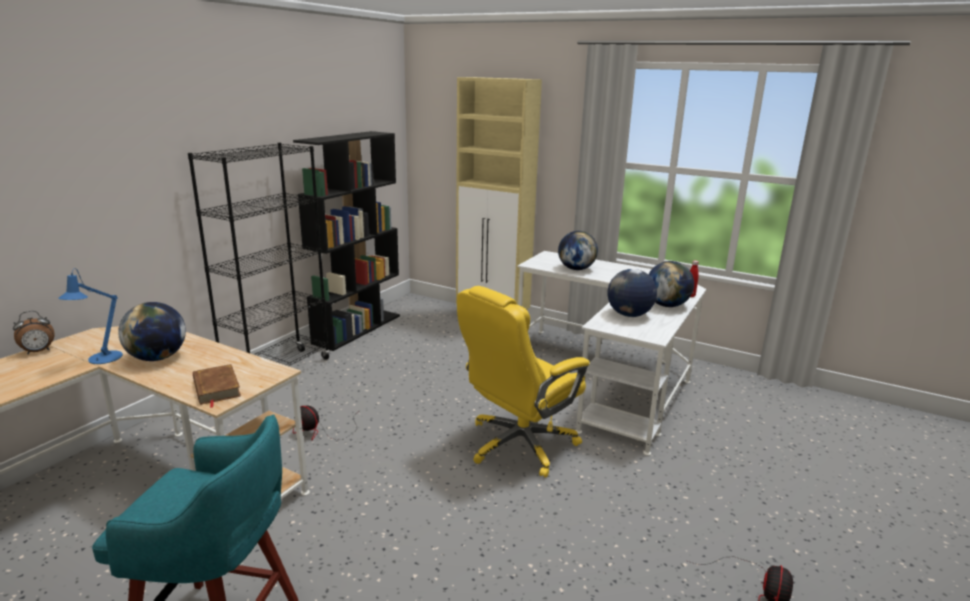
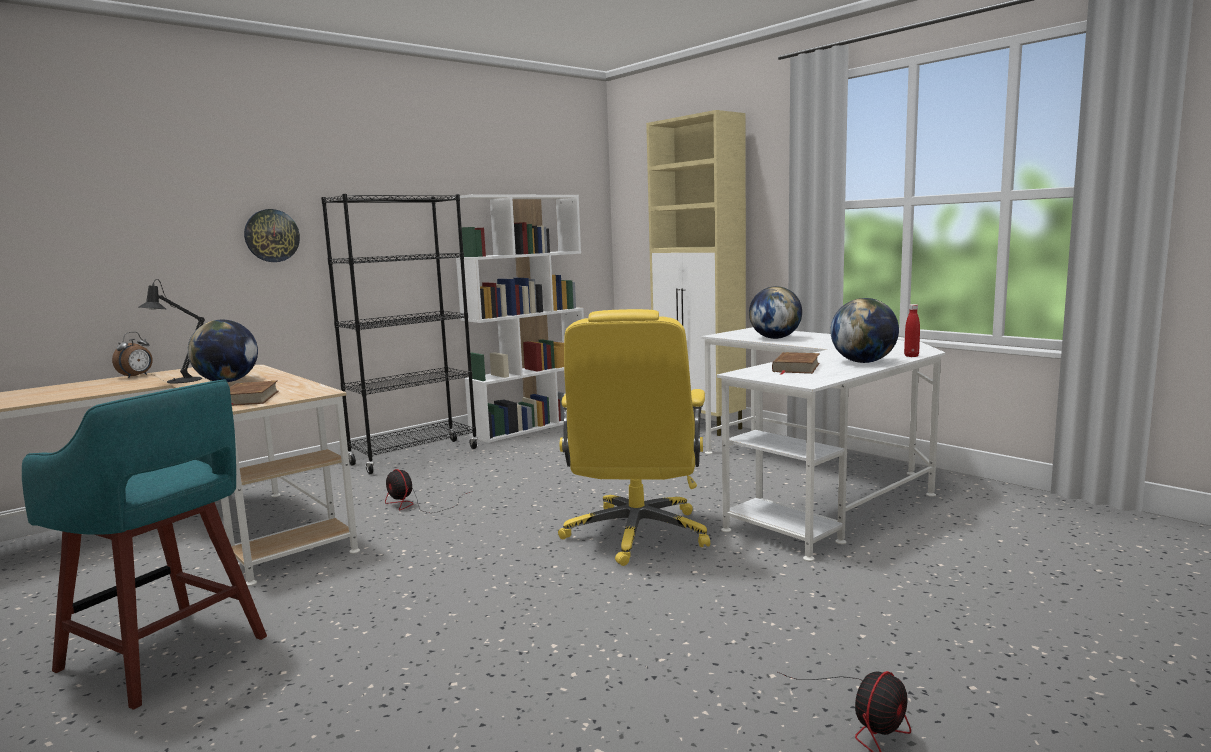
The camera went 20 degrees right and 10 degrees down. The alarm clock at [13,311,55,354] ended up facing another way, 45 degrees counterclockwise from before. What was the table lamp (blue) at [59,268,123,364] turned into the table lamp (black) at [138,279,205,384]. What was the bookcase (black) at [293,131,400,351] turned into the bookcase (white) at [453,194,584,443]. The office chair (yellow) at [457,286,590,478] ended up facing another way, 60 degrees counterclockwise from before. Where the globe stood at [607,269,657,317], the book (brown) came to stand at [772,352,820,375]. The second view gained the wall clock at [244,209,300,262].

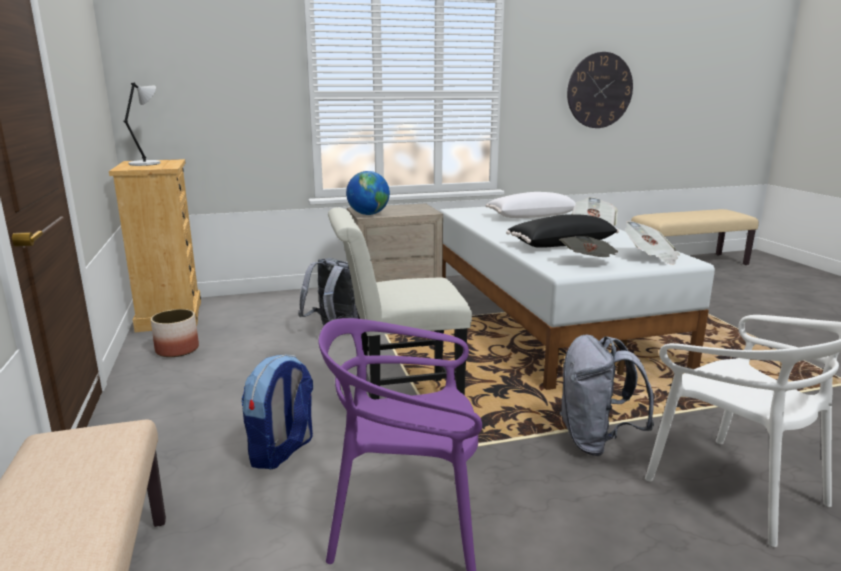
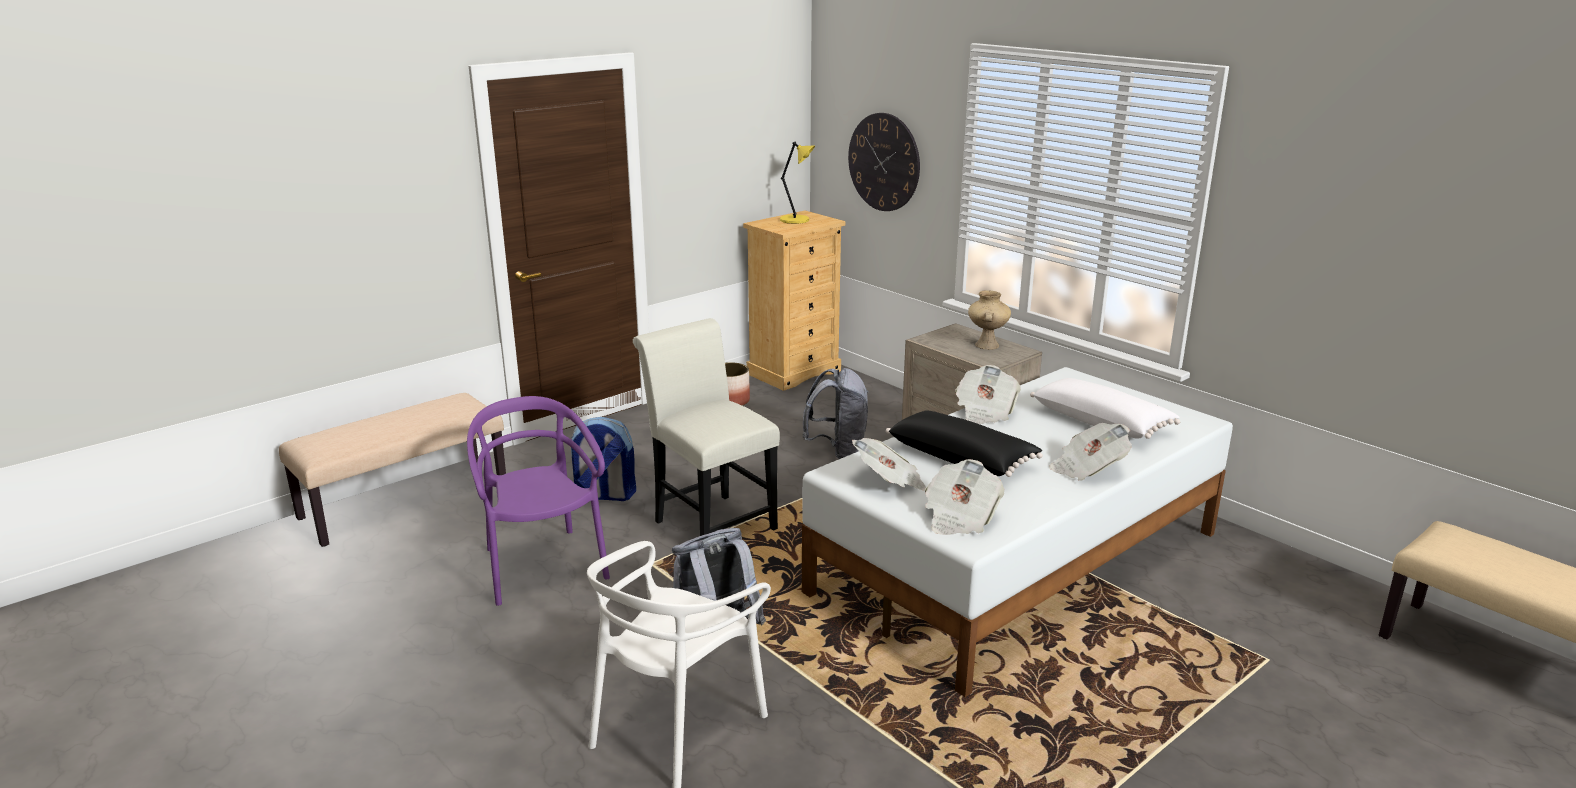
The camera went 65 degrees right and 5 degrees up. What was the table lamp (grey) at [123,83,160,166] turned into the table lamp (yellow) at [780,141,815,224]. The second view lost the globe at [346,171,390,215]. The wall clock ended up elsewhere, having gone from [567,52,633,128] to [848,113,920,211]. The second view gained the newspaper at [955,365,1021,424]. The second view gained the vase (beige) at [968,290,1011,350].

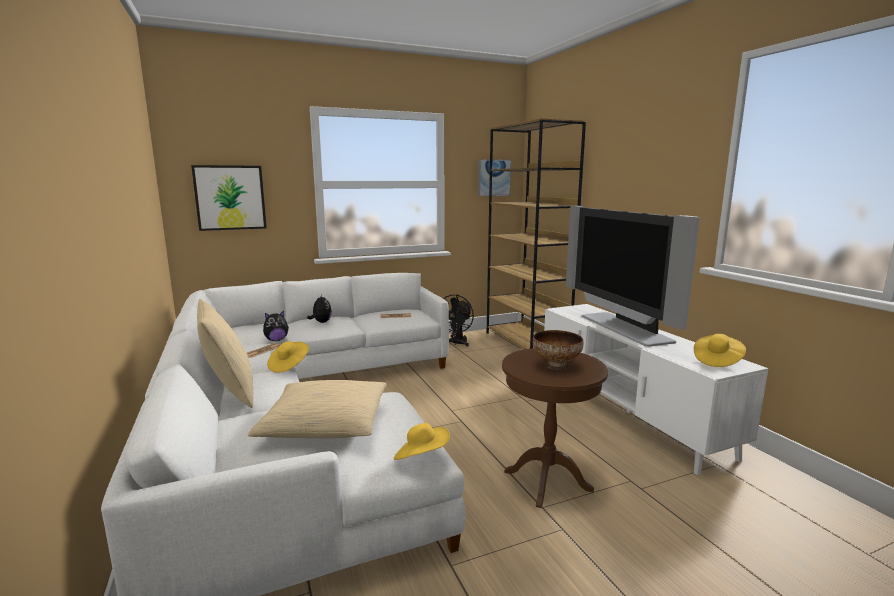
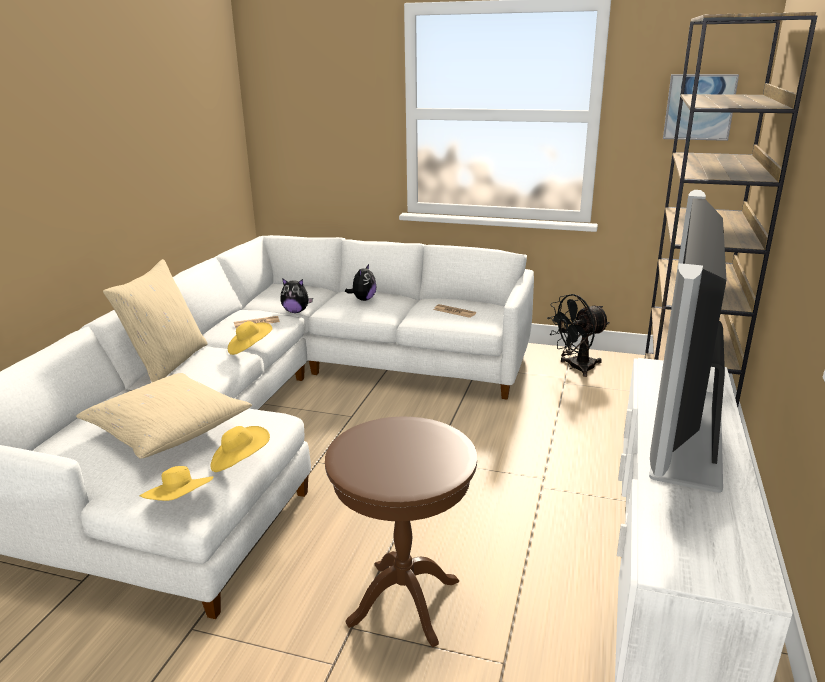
The camera went 40 degrees right and 10 degrees up. The second view lost the picture at [191,165,267,231]. The second view lost the bowl at [533,330,584,370]. The hat (yellow) ended up elsewhere, having gone from [694,334,746,367] to [210,426,270,472].

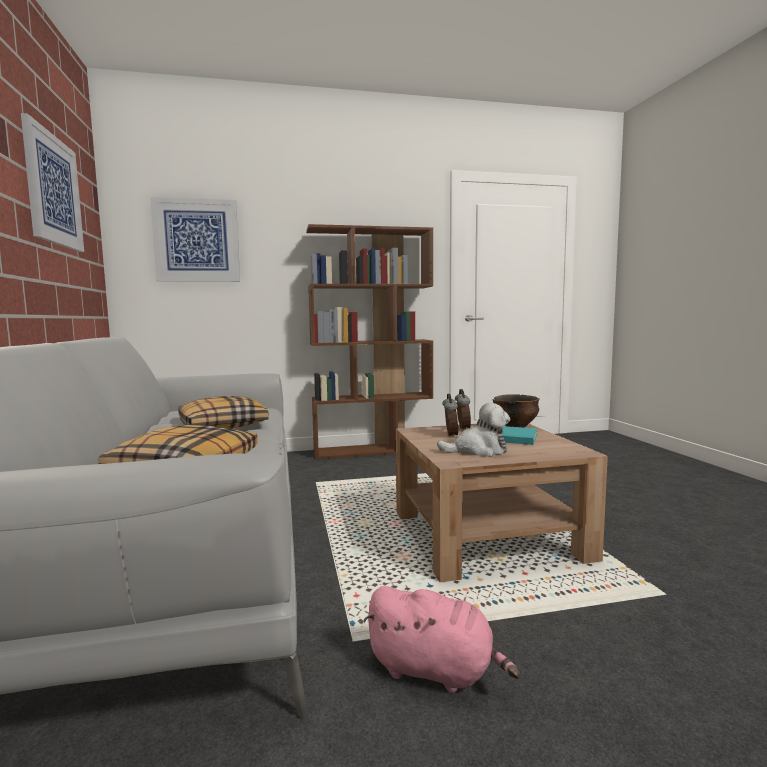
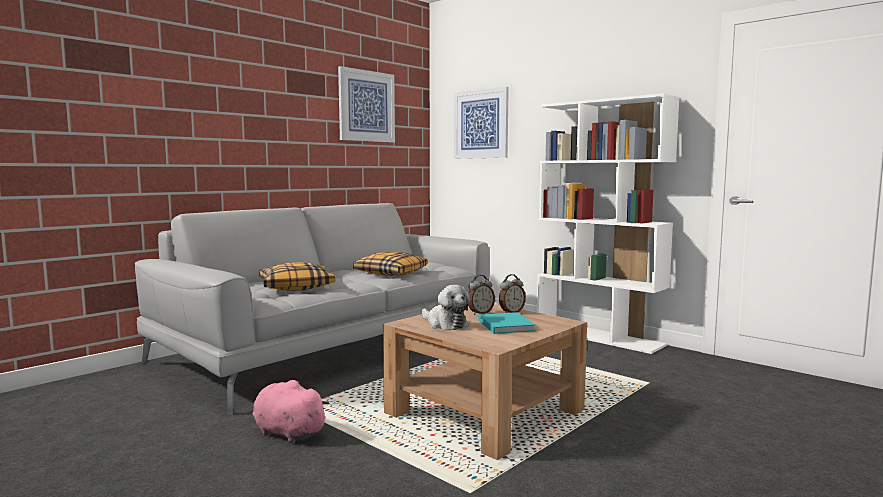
The camera went 55 degrees right and 0 degrees up. What was the bookcase (brown) at [306,224,433,459] turned into the bookcase (white) at [537,93,680,354]. The plush toy (pink) at [363,586,520,692] ended up facing another way, 135 degrees clockwise from before. The second view lost the bowl at [493,394,540,428].

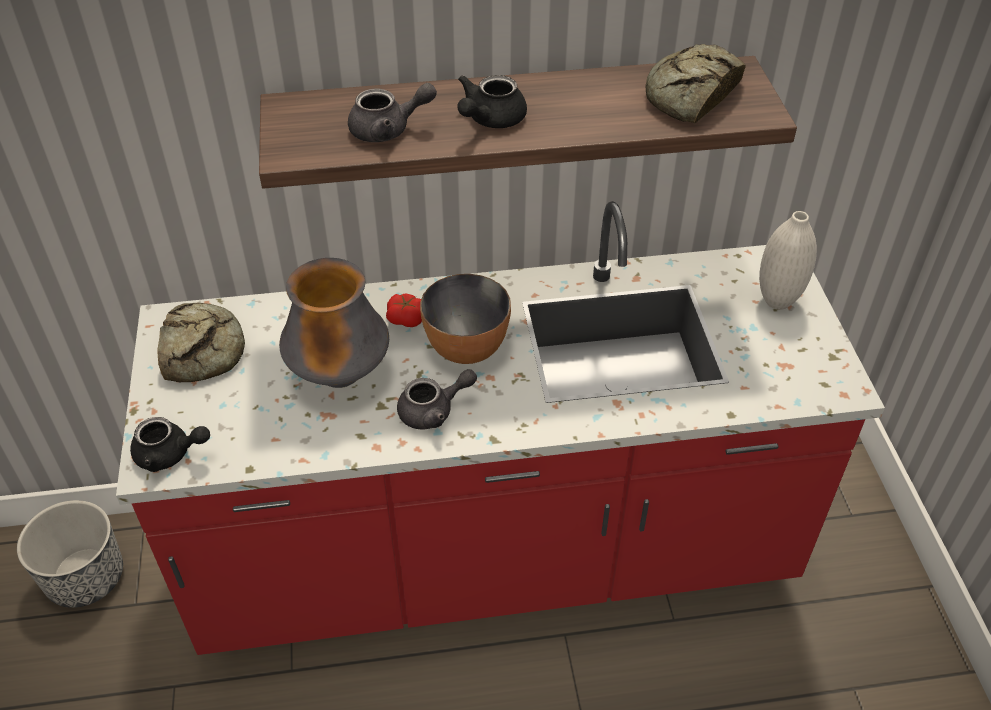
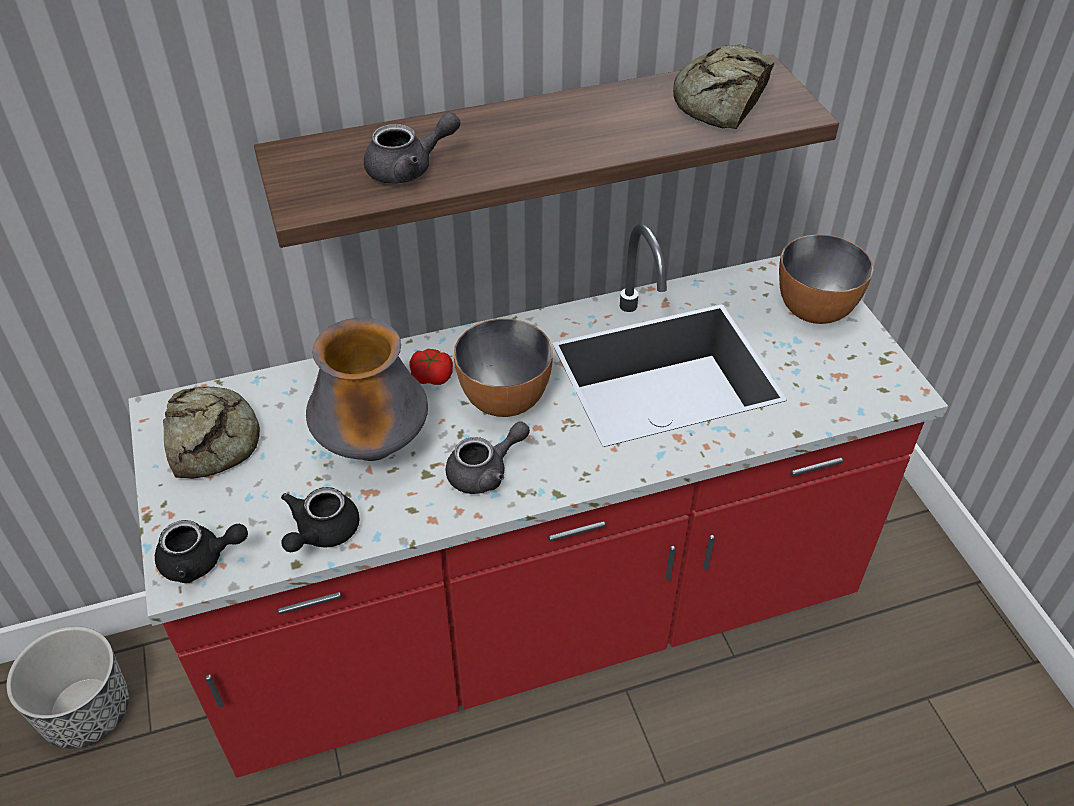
The camera went 10 degrees left and 0 degrees up. The teapot (black) ended up elsewhere, having gone from [457,75,527,128] to [281,487,360,552]. Where the vase (white) stood at [759,211,817,310], the bowl came to stand at [779,234,873,324].

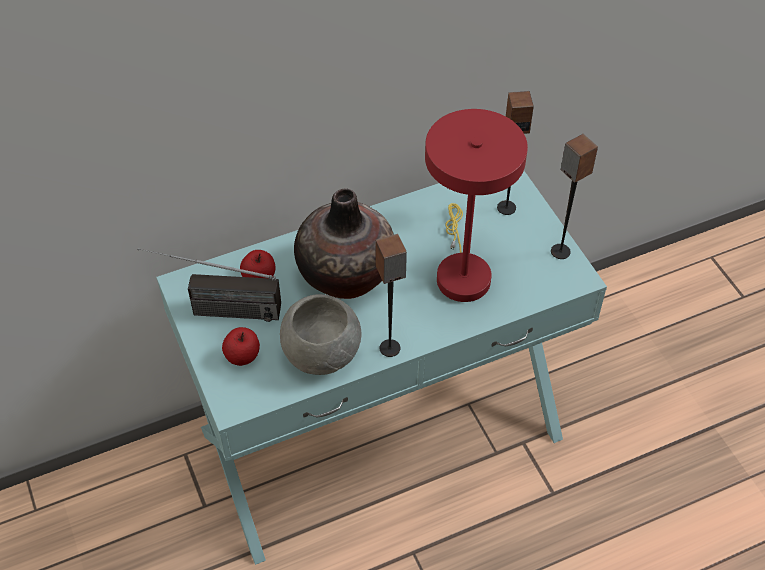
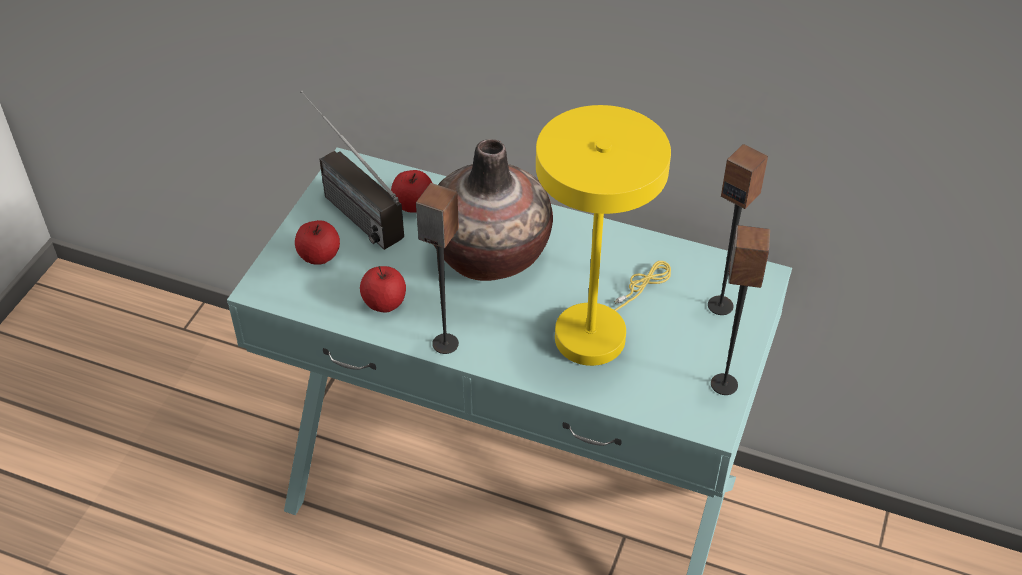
The camera went 45 degrees right and 5 degrees down. Where the bowl (grey) stood at [280,294,361,375], the apple came to stand at [360,266,406,312]. What was the table lamp (red) at [425,109,528,302] turned into the table lamp (yellow) at [536,105,671,366].

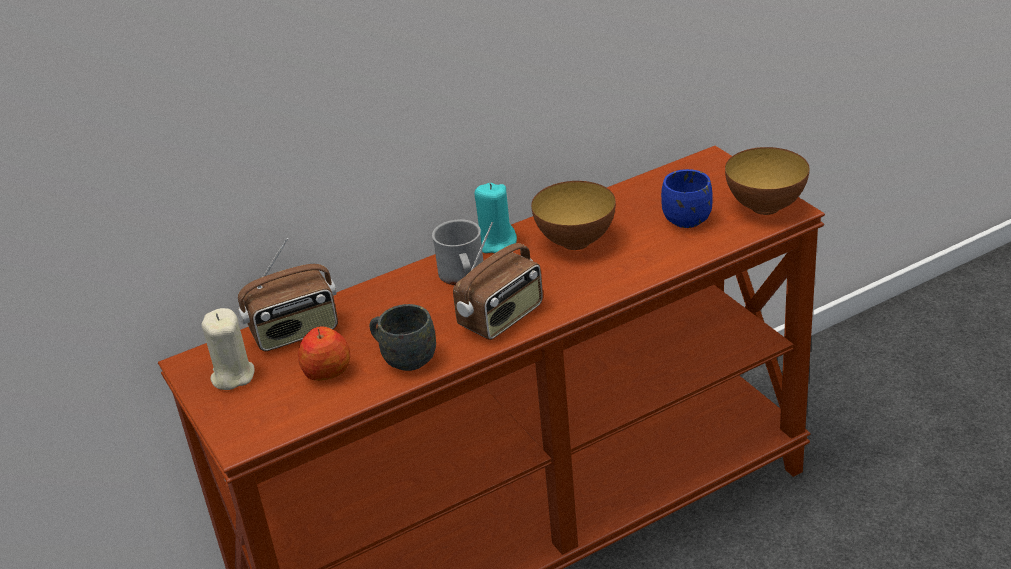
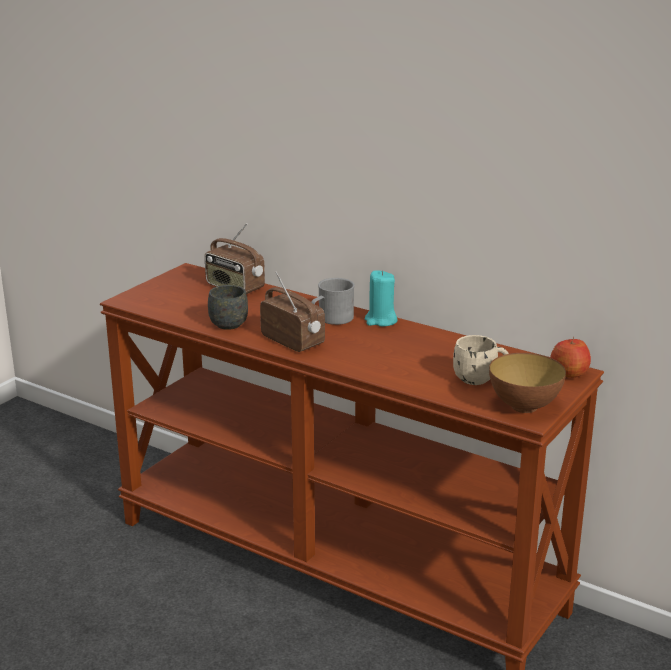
The camera went 60 degrees right and 10 degrees down. The second view lost the candle (beige) at [201,308,255,390]. The apple ended up elsewhere, having gone from [298,327,350,381] to [550,337,591,378]. The radio at [453,222,543,340] ended up facing another way, 150 degrees counterclockwise from before. The second view lost the bowl at [531,181,616,250]. What was the mug (blue) at [661,169,713,228] turned into the mug (beige) at [453,335,509,385].

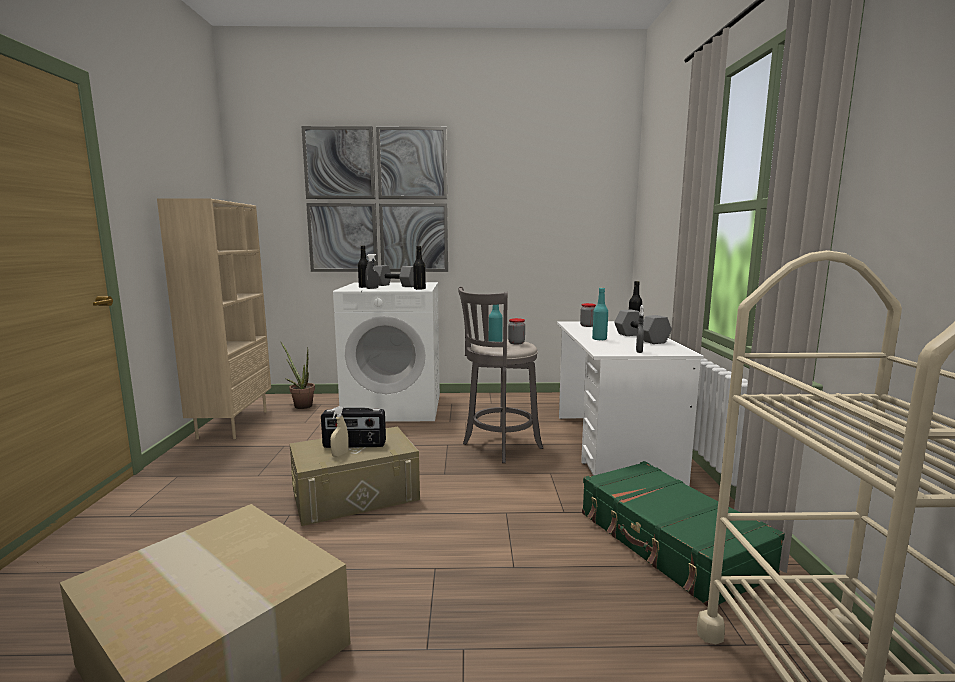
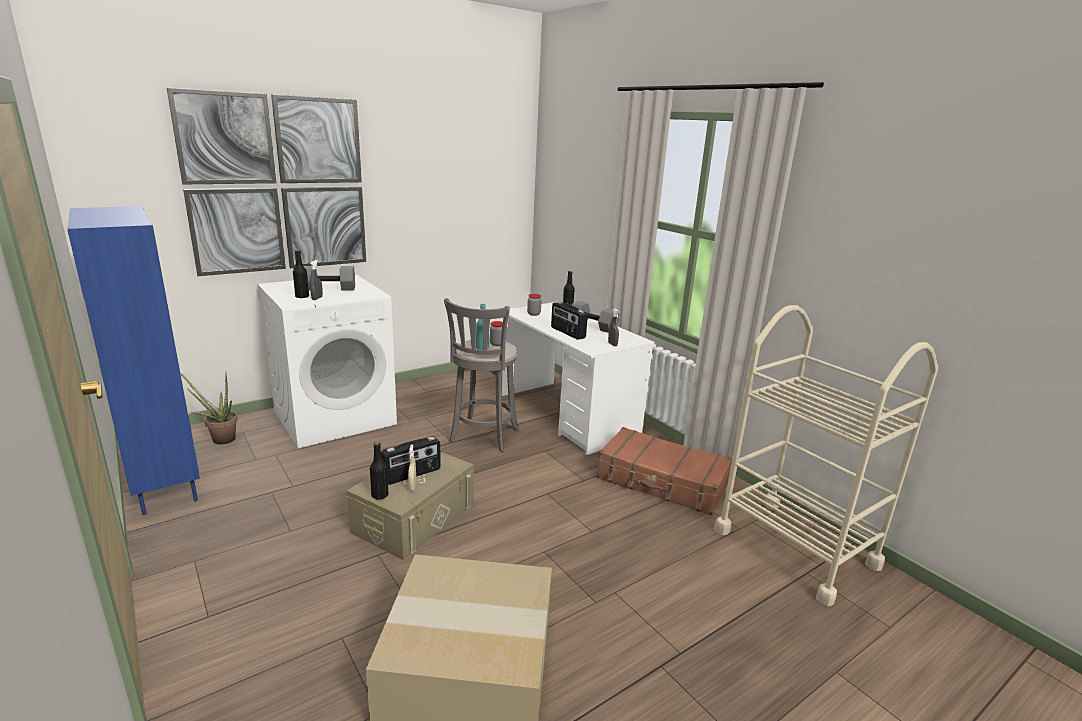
The camera went 35 degrees left and 10 degrees up. What was the bookcase (beige) at [157,199,271,440] turned into the bookcase (blue) at [68,206,200,515]. The bottle (black) ended up elsewhere, having gone from [413,246,426,290] to [370,442,389,500]. What was the suitcase (green) at [582,461,785,607] turned into the suitcase (brown) at [597,427,732,516]. Where the bottle (turquoise) stood at [592,288,608,340], the radio came to stand at [551,302,588,340].

